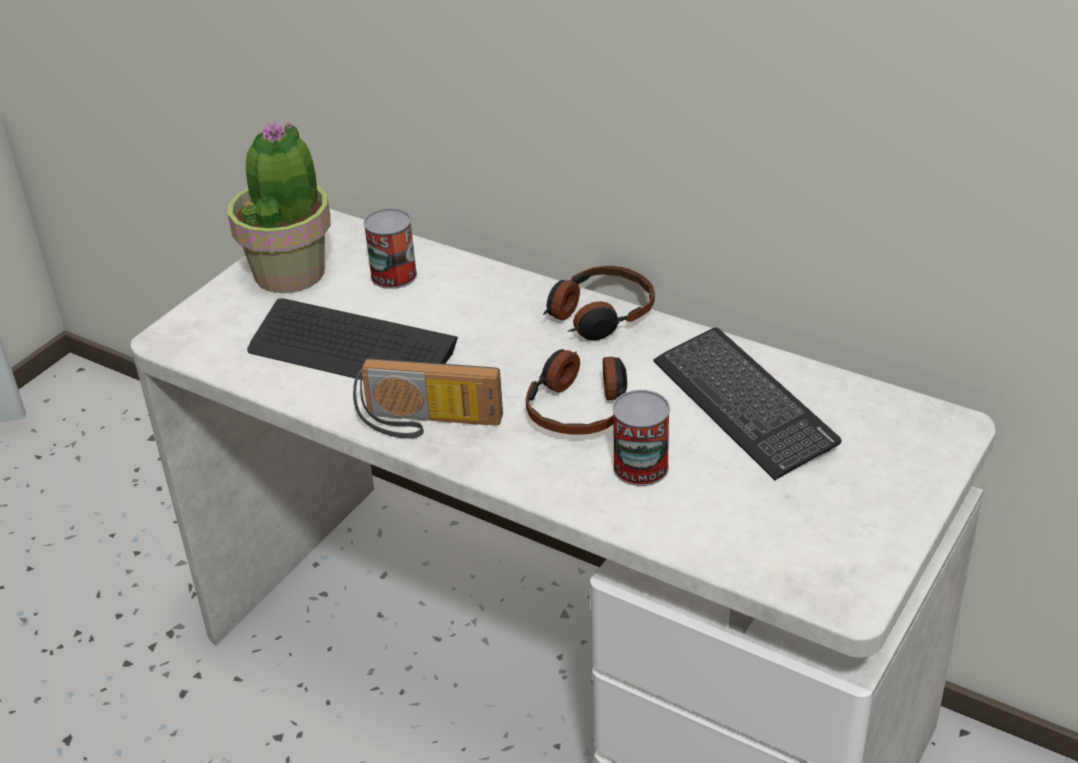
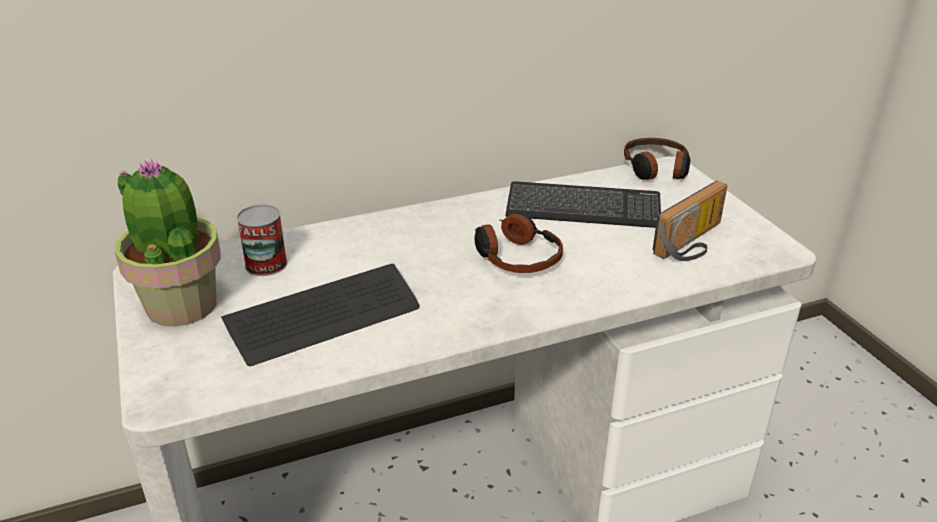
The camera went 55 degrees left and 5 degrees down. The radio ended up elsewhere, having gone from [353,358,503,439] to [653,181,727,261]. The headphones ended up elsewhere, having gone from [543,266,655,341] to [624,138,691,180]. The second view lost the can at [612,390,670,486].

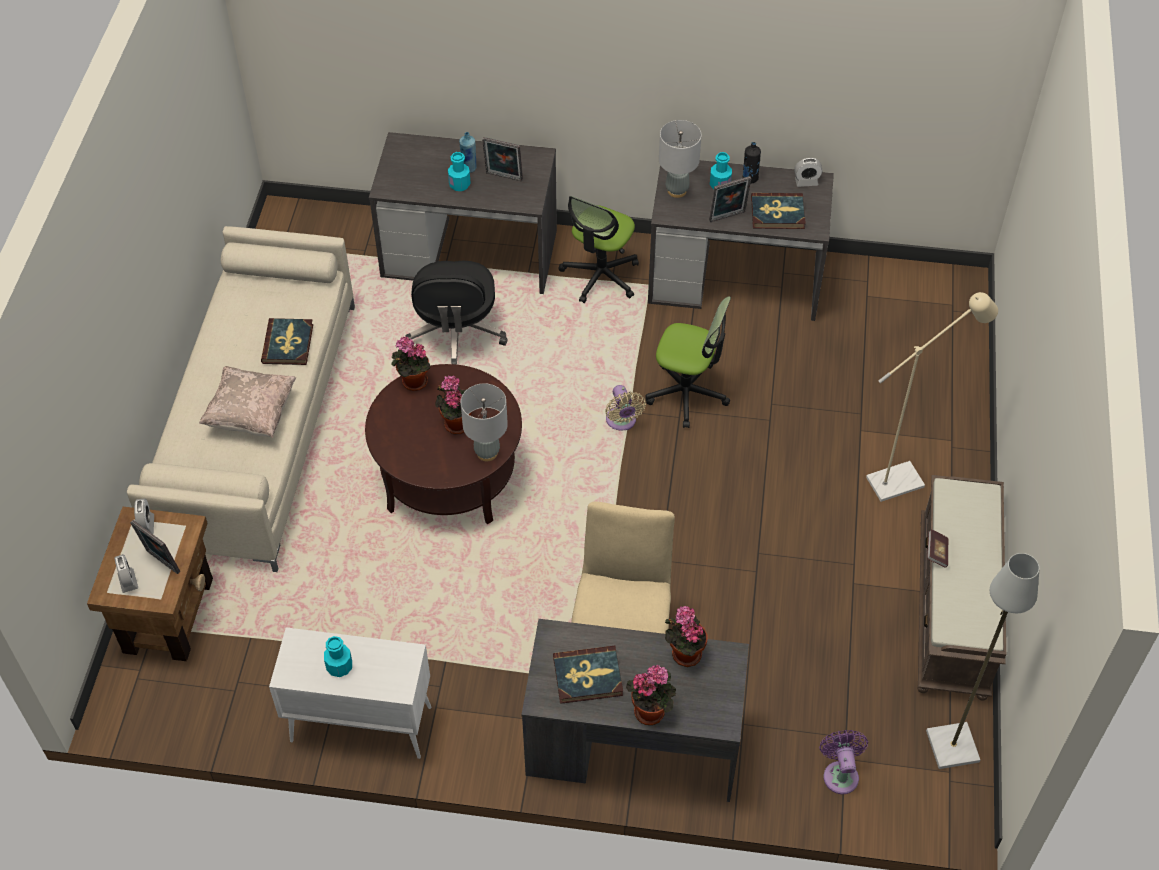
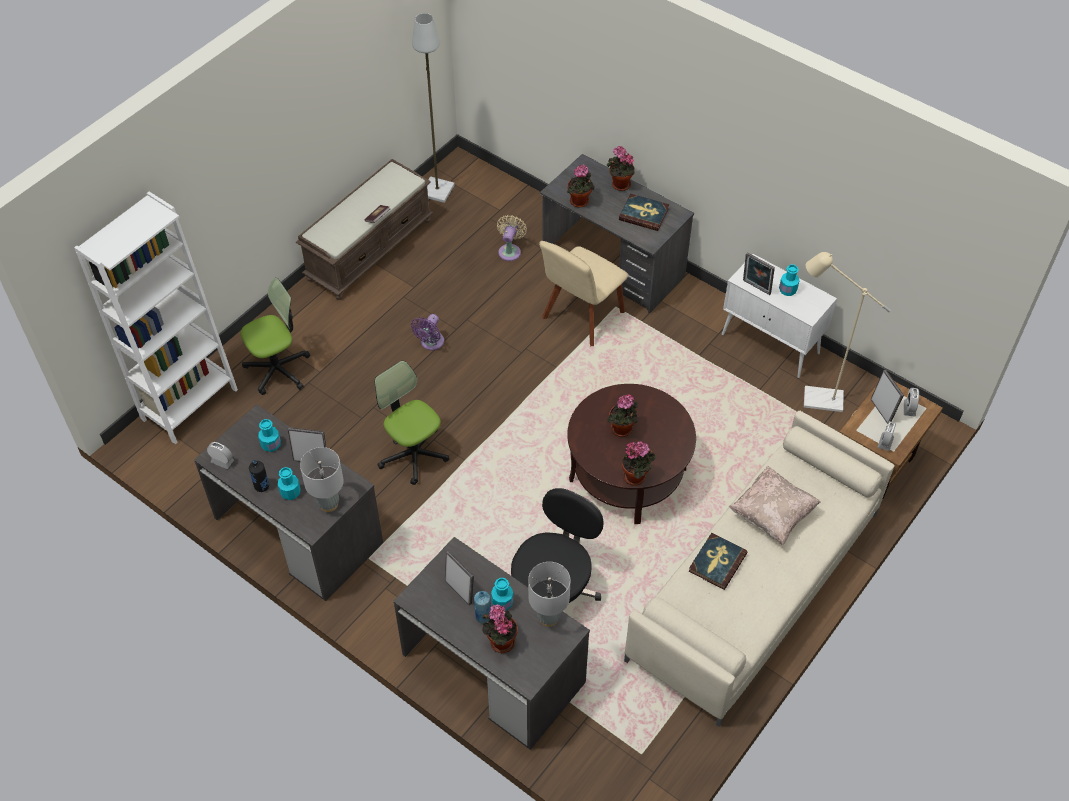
The camera went 150 degrees left and 0 degrees up. The table lamp (grey) ended up elsewhere, having gone from [461,383,508,461] to [528,562,570,627]. The office chair ended up elsewhere, having gone from [558,196,639,303] to [241,278,310,395]. The fan (beige) ended up elsewhere, having gone from [605,385,646,431] to [497,215,527,261]. Where the book stood at [751,193,806,229], the bottle (turquoise) came to stand at [258,419,281,452]. The fan (purple) ended up elsewhere, having gone from [819,730,868,794] to [411,314,444,350]. The floor lamp (beige) ended up elsewhere, having gone from [866,292,998,502] to [804,252,891,412]. The second view gained the bookcase (white) at [74,192,238,444]. The second view gained the potted plant at [482,604,518,653]. The second view gained the picture frame at [743,252,775,295].

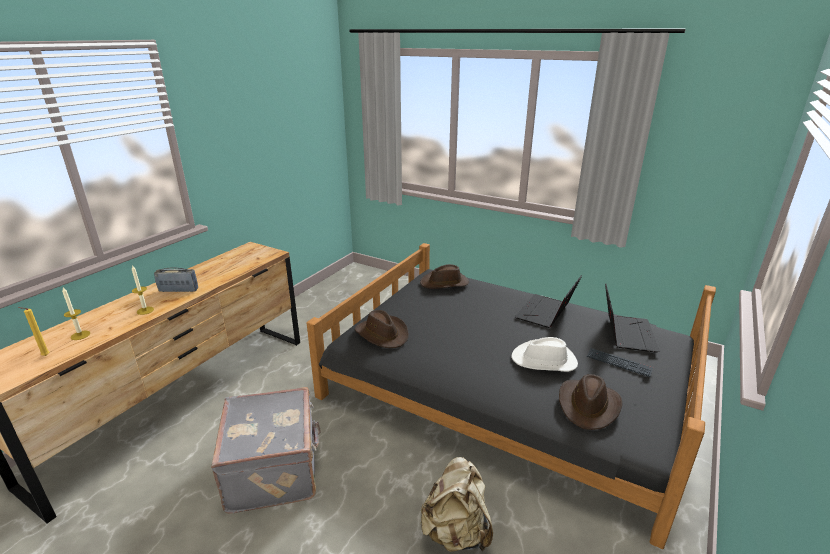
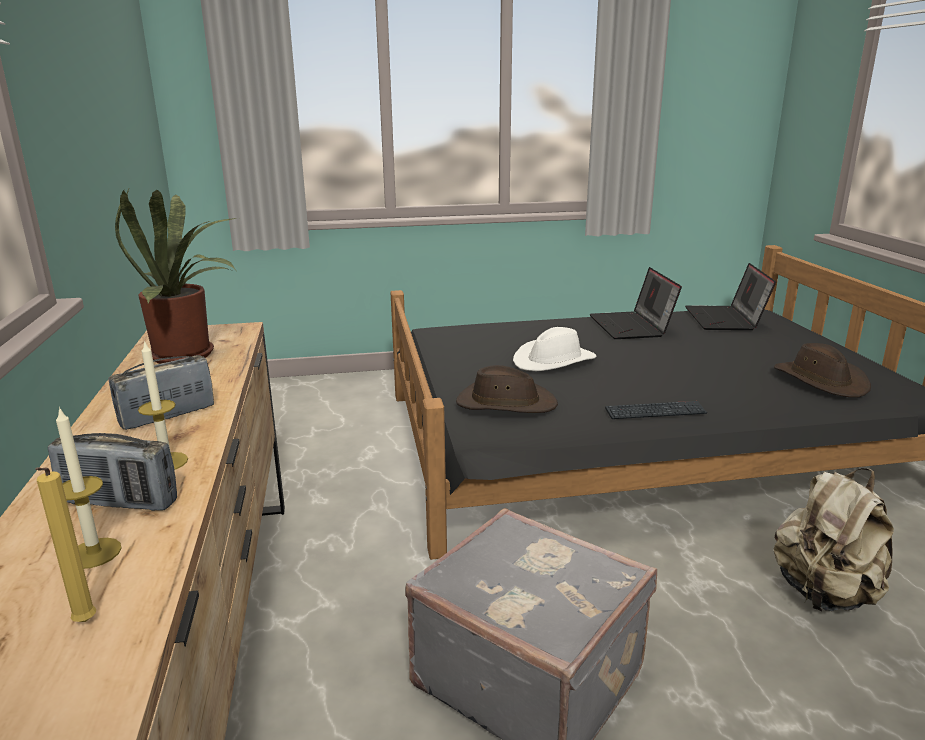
The camera went 40 degrees left and 5 degrees down. The second view lost the hat (brown) at [420,264,469,289]. The hat (white) ended up elsewhere, having gone from [511,337,578,372] to [513,327,596,371]. The keyboard ended up elsewhere, having gone from [586,348,653,377] to [605,401,708,419]. The laptop at [605,284,659,353] ended up facing another way, 150 degrees counterclockwise from before. The second view gained the radio at [47,433,177,511]. The second view gained the potted plant at [115,187,237,364].

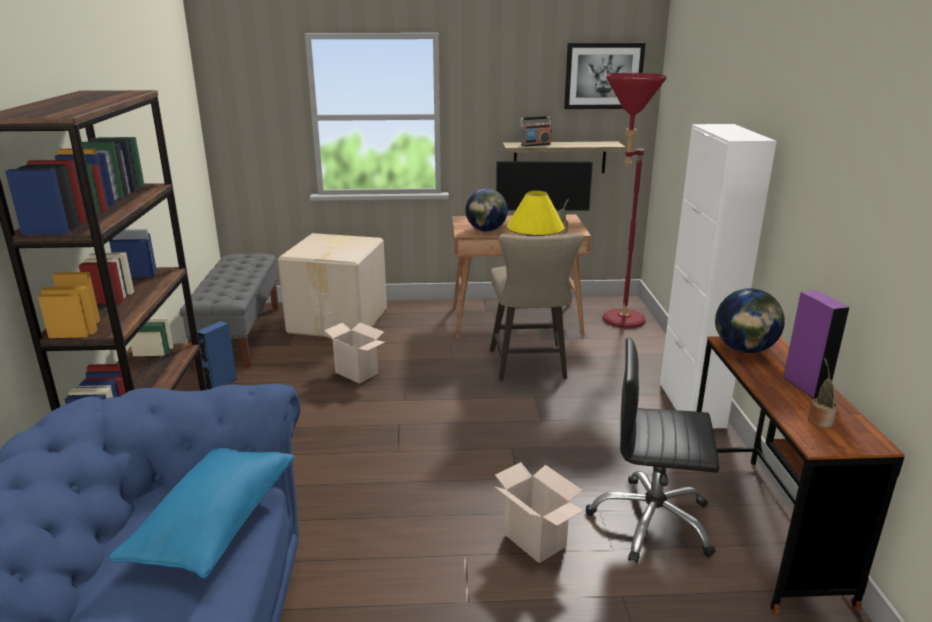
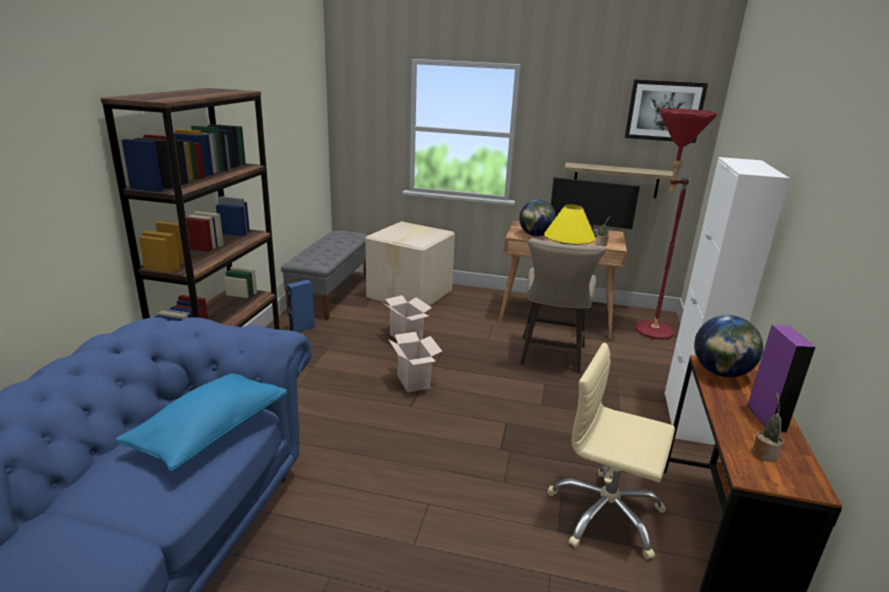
The camera went 15 degrees right and 0 degrees up. The cardboard box ended up elsewhere, having gone from [495,462,584,563] to [388,332,442,392]. The second view lost the radio at [520,116,552,147]. What was the office chair (black) at [586,338,720,563] turned into the office chair (beige) at [547,343,675,560].

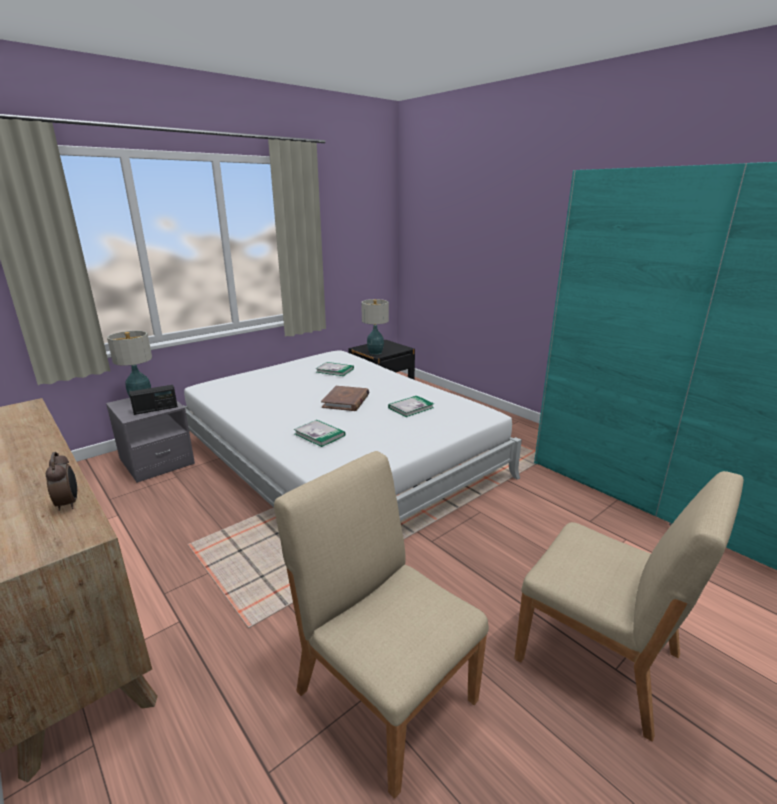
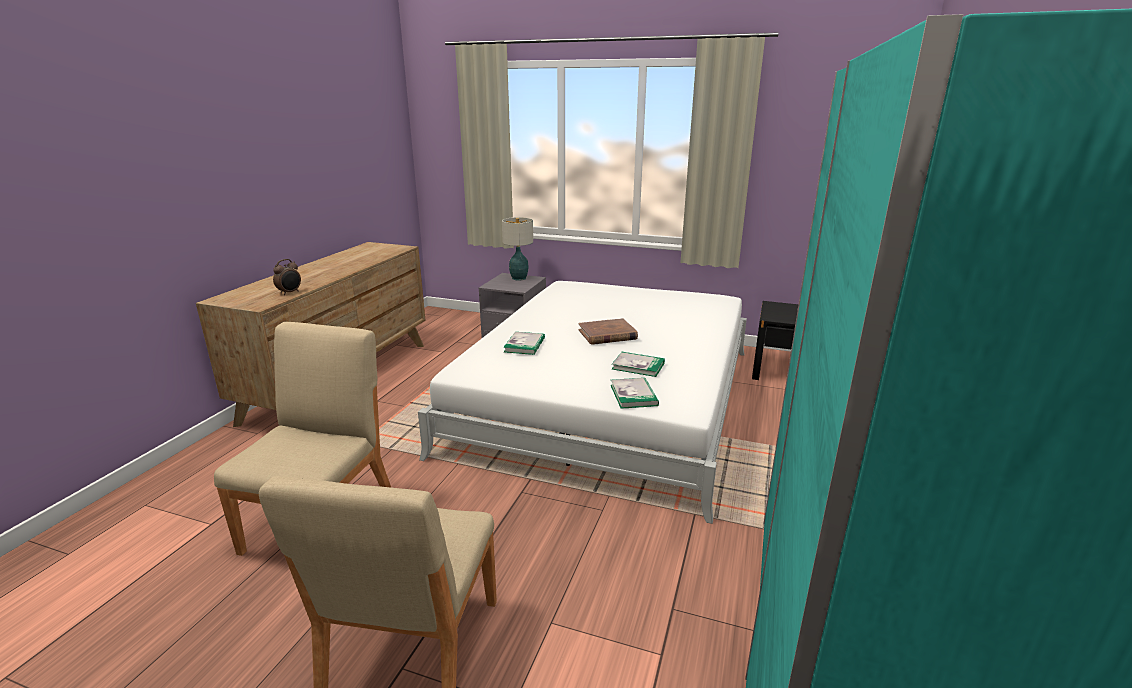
The camera went 60 degrees right and 0 degrees up. The second view lost the radio at [129,385,178,415]. The book ended up elsewhere, having gone from [316,362,354,376] to [610,378,659,409]. The second view lost the table lamp at [361,299,389,355].

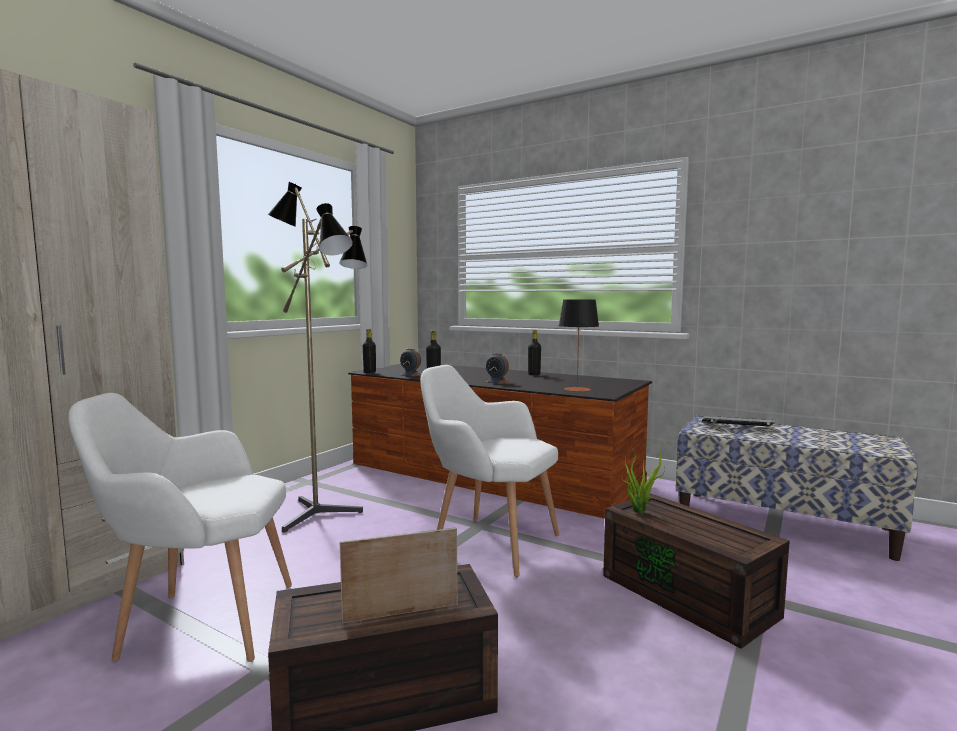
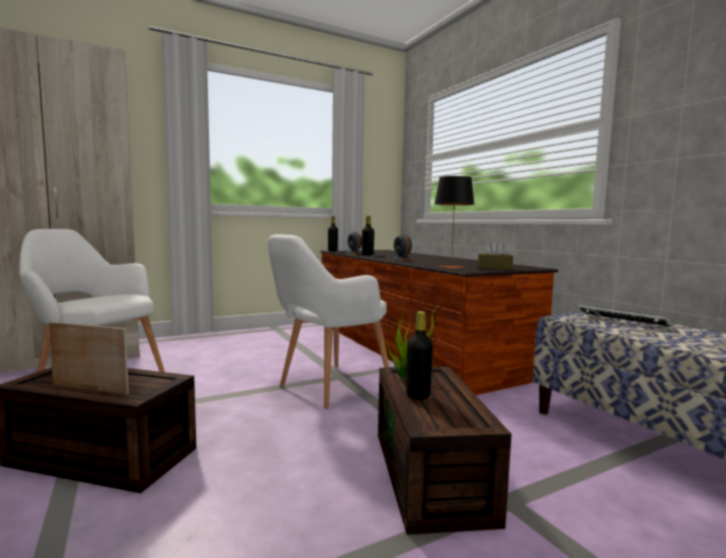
The camera went 30 degrees right and 0 degrees up. The second view lost the floor lamp at [268,182,368,533]. The armchair (white) at [420,365,560,577] ended up facing another way, 105 degrees counterclockwise from before. The bottle (black) ended up elsewhere, having gone from [528,330,541,375] to [406,311,433,400]. The second view gained the tissue box (brown) at [478,241,513,270].

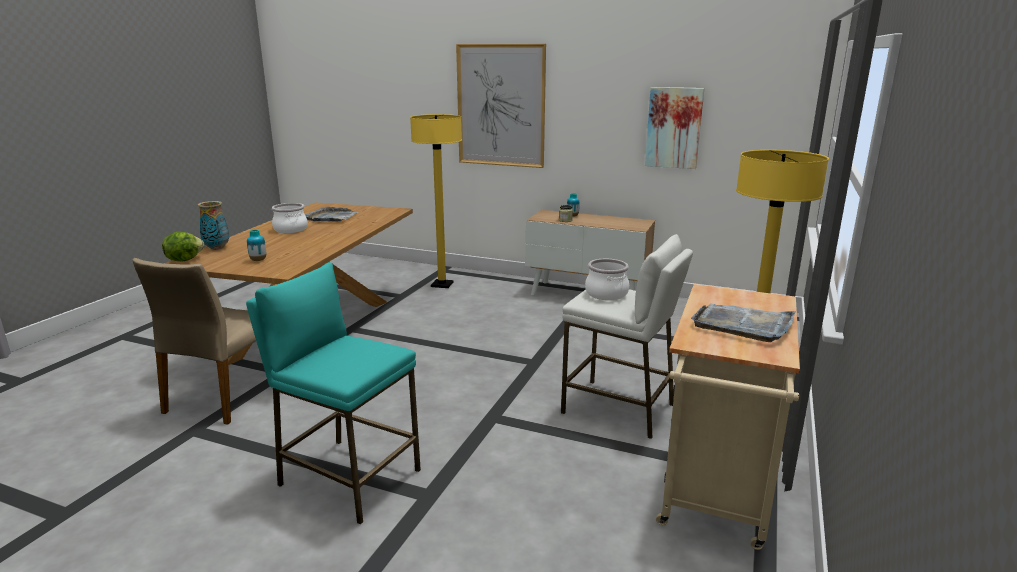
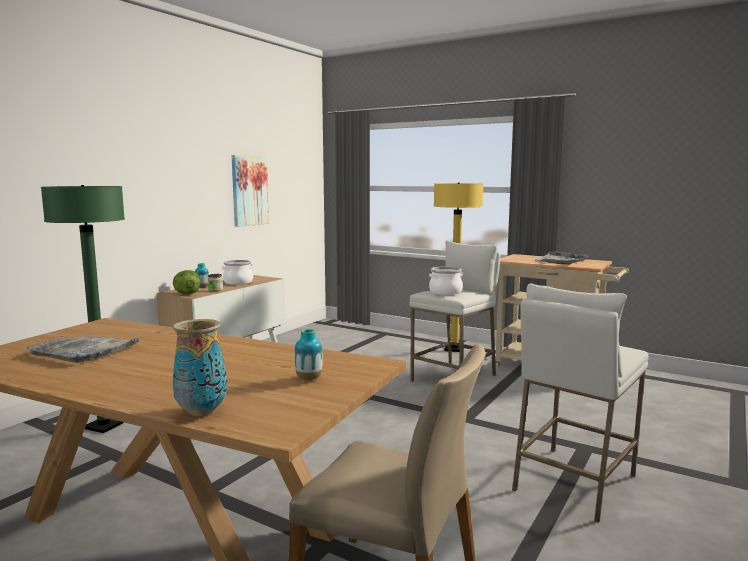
The camera went 80 degrees left and 10 degrees down. The lettuce ended up elsewhere, having gone from [162,232,204,262] to [173,270,200,294]. What was the stool (turquoise) at [246,262,421,525] turned into the stool (white) at [512,283,649,523]. The cooking pot ended up elsewhere, having gone from [272,203,308,233] to [222,260,253,285]. What was the floor lamp (yellow) at [410,114,462,288] turned into the floor lamp (green) at [41,185,125,433]. The second view lost the picture at [456,44,546,168].

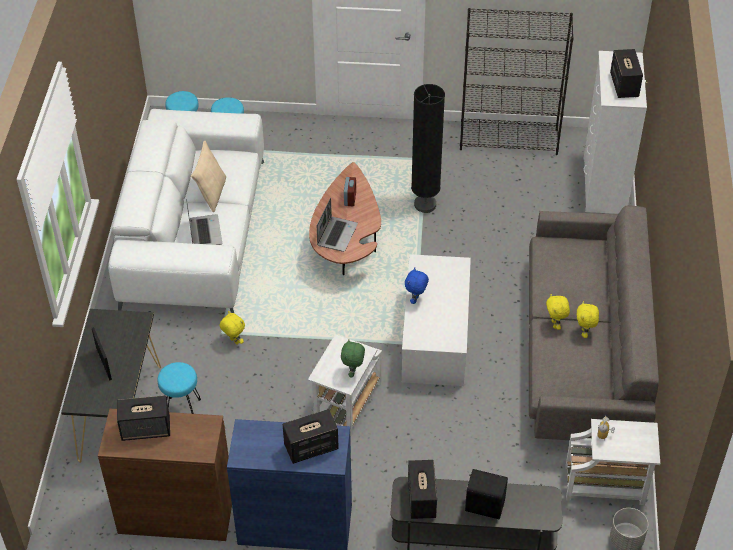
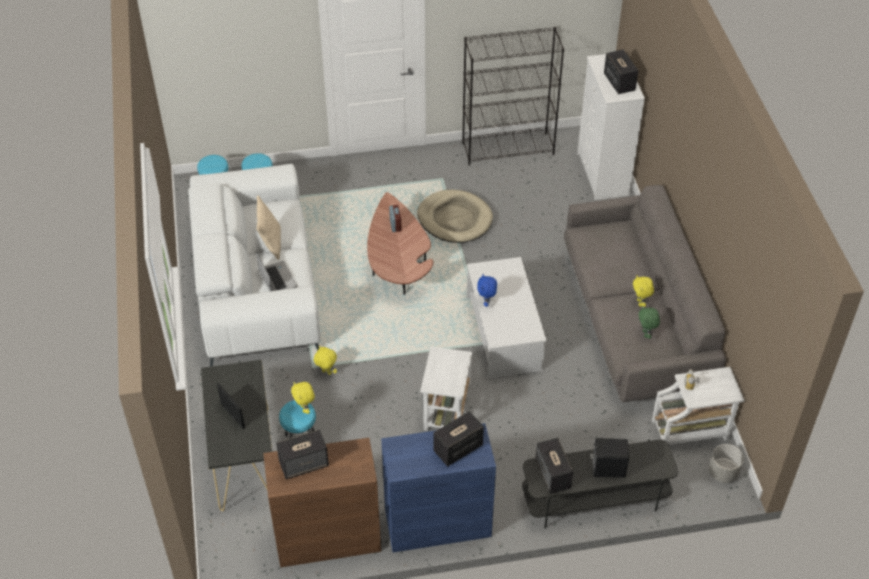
The camera went 15 degrees left and 0 degrees up. The second view lost the laptop at [317,198,358,252]. The plush toy (green) ended up elsewhere, having gone from [341,339,365,377] to [638,306,660,339]. Where the floor lamp (black) stood at [411,84,445,213], the dog bed (beige) came to stand at [417,190,493,243]. The plush toy (yellow) ended up elsewhere, having gone from [546,294,570,330] to [291,382,315,414].

